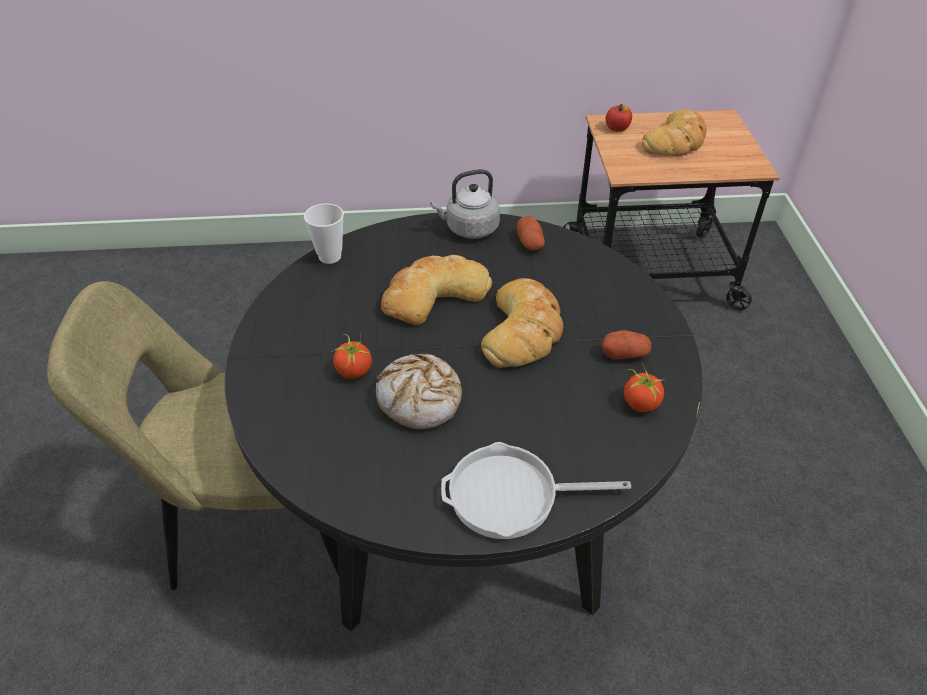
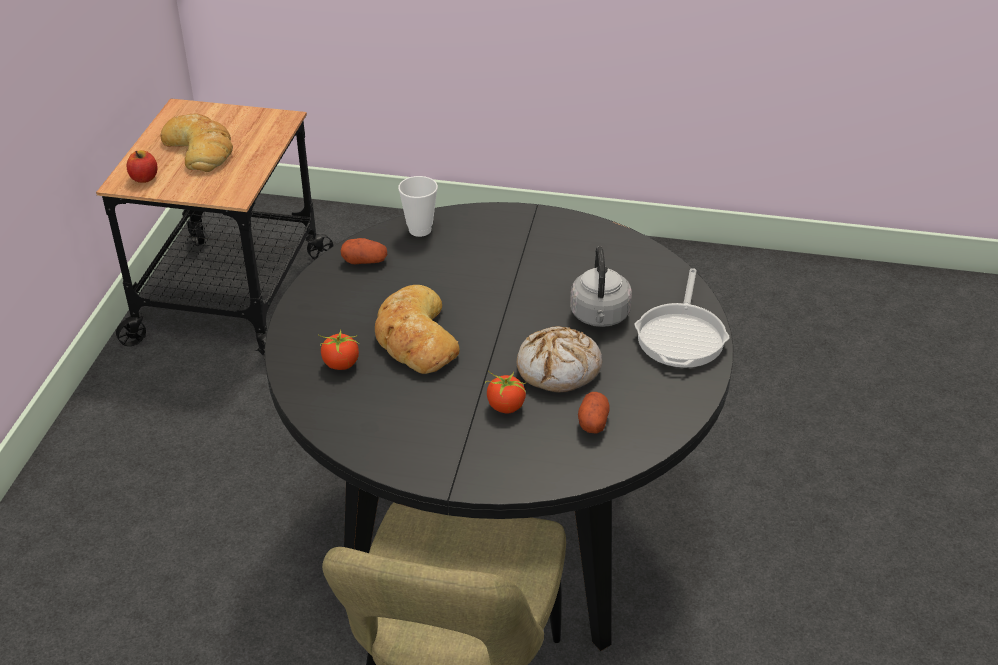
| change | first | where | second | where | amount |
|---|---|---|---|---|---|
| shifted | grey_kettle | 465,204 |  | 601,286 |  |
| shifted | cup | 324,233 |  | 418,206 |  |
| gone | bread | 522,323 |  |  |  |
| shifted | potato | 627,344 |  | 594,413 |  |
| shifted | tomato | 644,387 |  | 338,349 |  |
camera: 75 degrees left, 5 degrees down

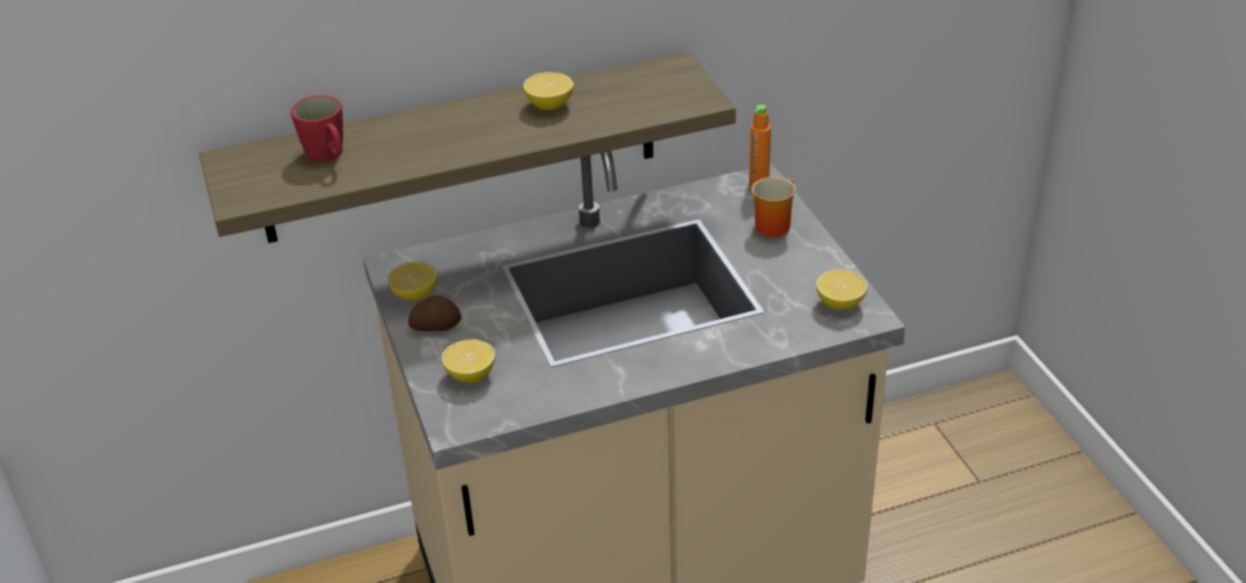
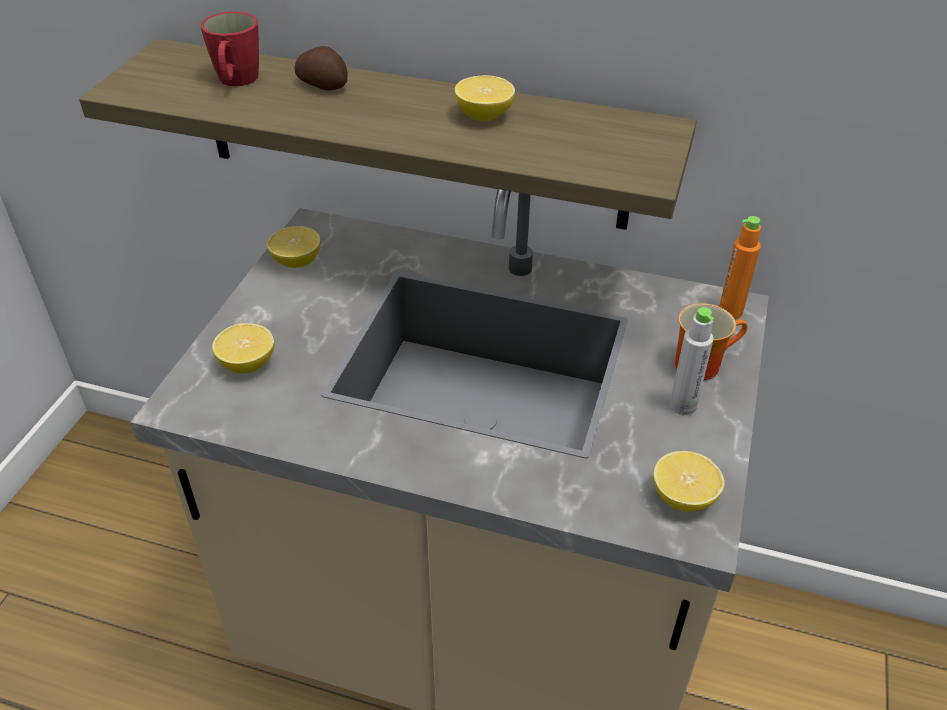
| change | first | where | second | where | amount |
|---|---|---|---|---|---|
| shifted | potato | 434,313 |  | 321,68 |  |
| new |  |  | grey_bottle | 692,361 |  |
camera: 35 degrees right, 5 degrees up

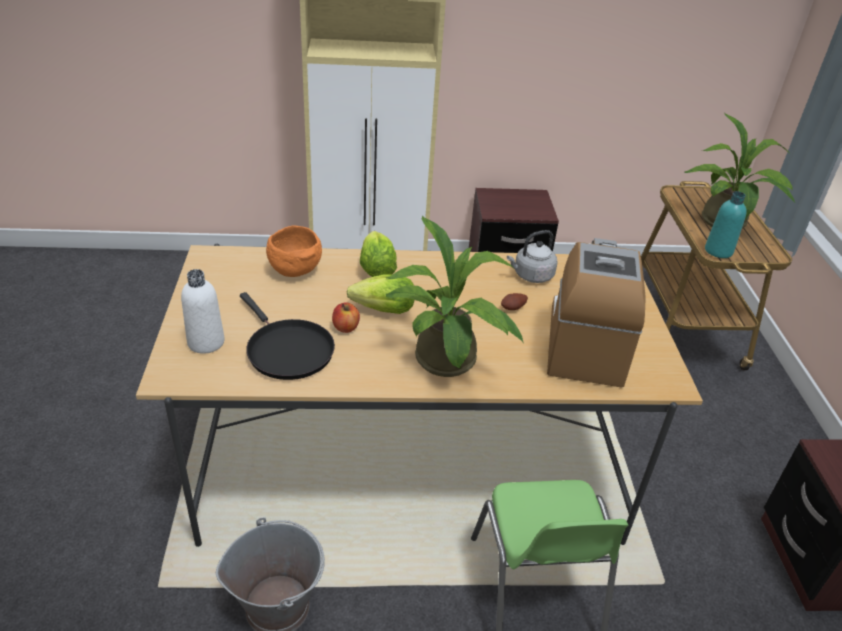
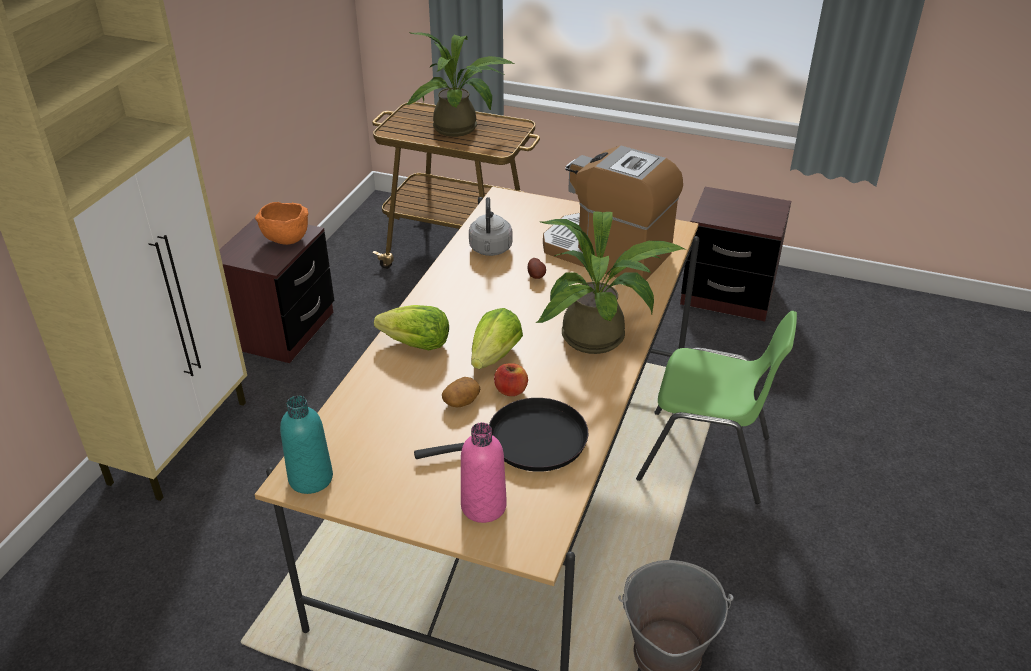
| change | first | where | second | where | amount |
|---|---|---|---|---|---|
| shifted | turquoise_bottle | 726,224 |  | 306,445 |  |
| shifted | orange_bowl | 294,251 |  | 281,223 |  |
| repainted | white_bottle | 203,311 | pink_bottle | 484,473 |  |
| new |  |  | potato | 461,392 |  |
camera: 65 degrees left, 0 degrees up

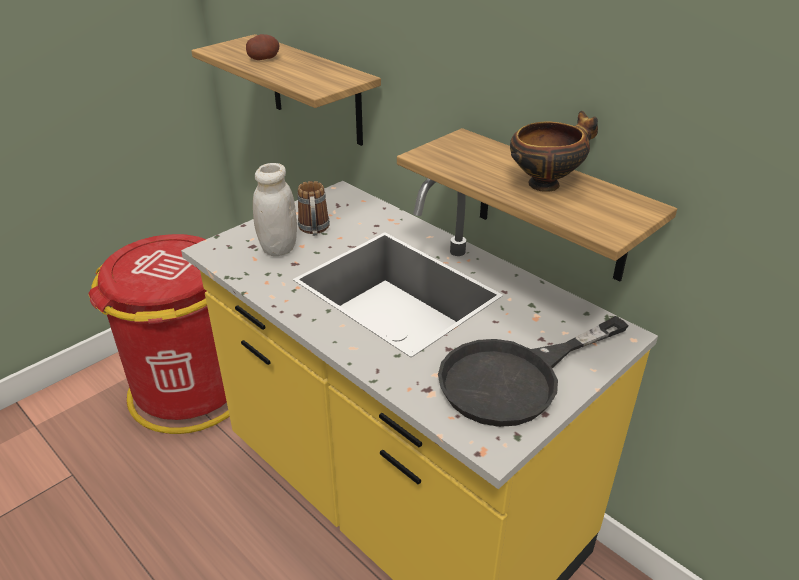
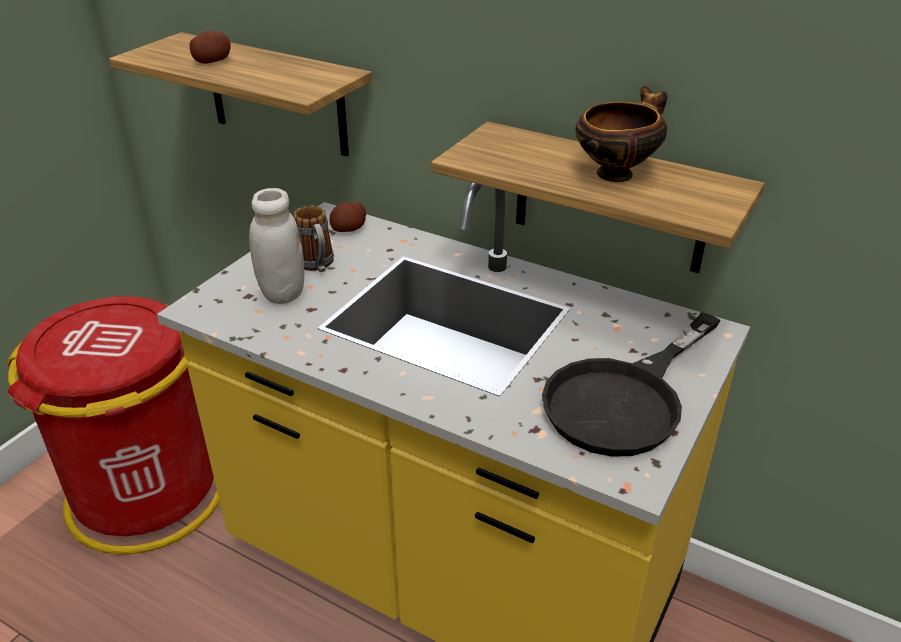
| change | first | where | second | where | amount |
|---|---|---|---|---|---|
| new |  |  | potato | 348,217 |  |
camera: 15 degrees left, 0 degrees up

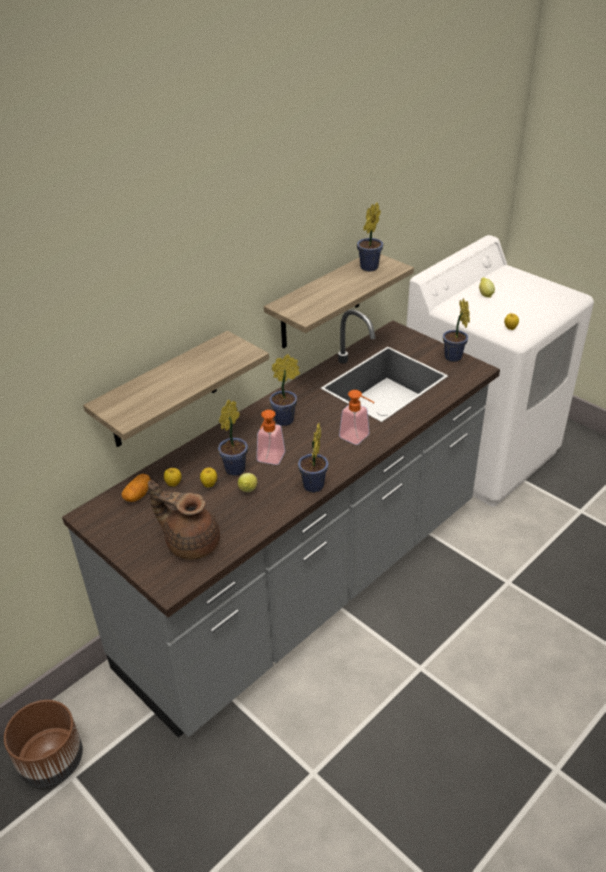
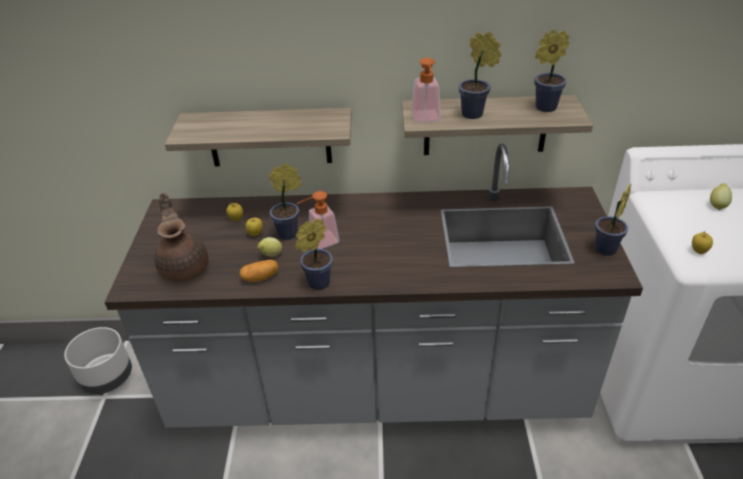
| change | first | where | second | where | amount |
|---|---|---|---|---|---|
| shifted | potted_plant | 285,390 |  | 480,75 |  |
| shifted | soap_dispenser | 357,417 |  | 426,90 |  |
| shifted | potato | 136,488 |  | 259,271 |  |
| repainted | brown_planter | 43,743 | grey_planter | 98,360 |  |
camera: 45 degrees right, 0 degrees up

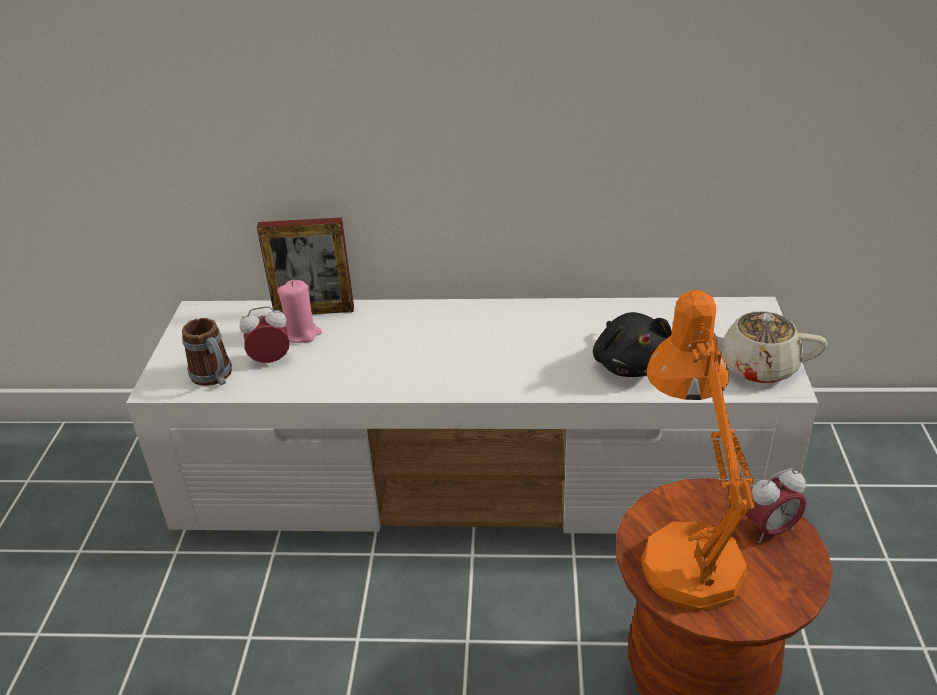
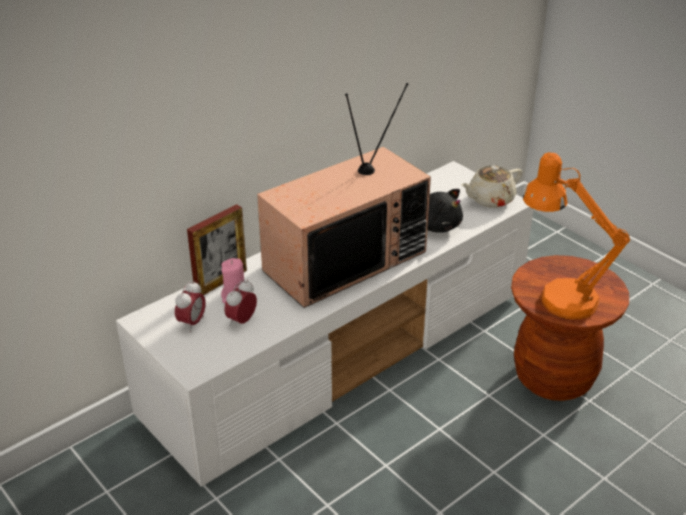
| change | first | where | second | where | amount |
|---|---|---|---|---|---|
| gone | mug | 207,352 |  |  |  |
| shifted | alarm_clock | 775,505 |  | 190,306 |  |
| new |  |  | television | 344,195 |  |
camera: 45 degrees left, 0 degrees up

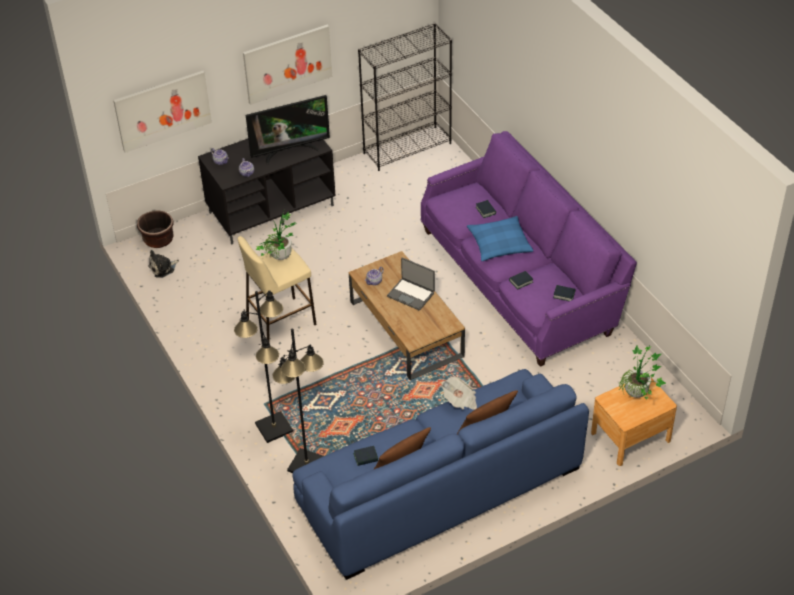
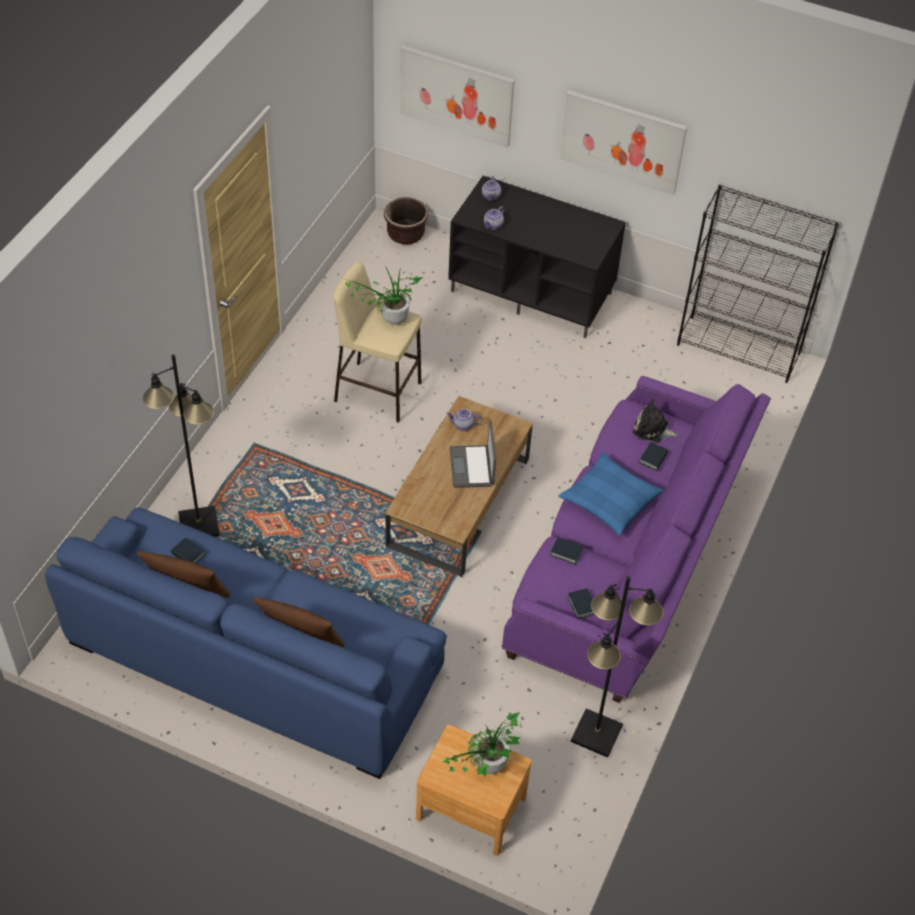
| change | first | where | second | where | amount |
|---|---|---|---|---|---|
| gone | television | 288,129 |  |  |  |
| shifted | plush_toy | 163,264 |  | 656,421 |  |
| shifted | black_floor_lamp | 263,366 |  | 617,666 |  |
| gone | newspaper | 459,393 |  |  |  |
camera: 50 degrees right, 5 degrees up

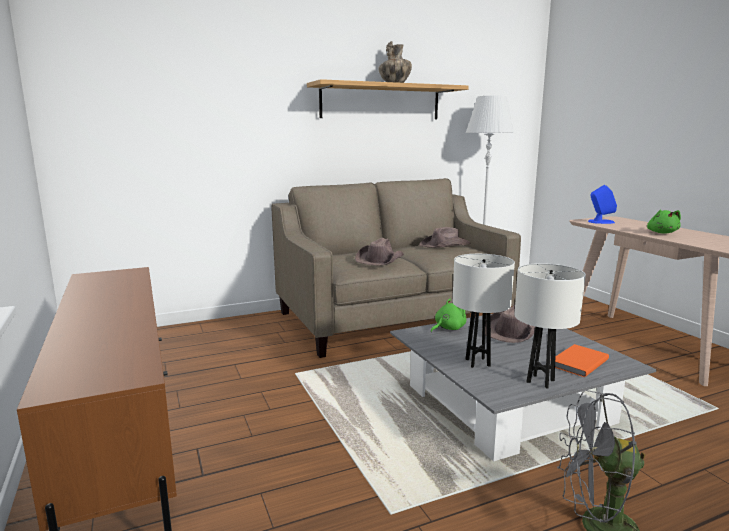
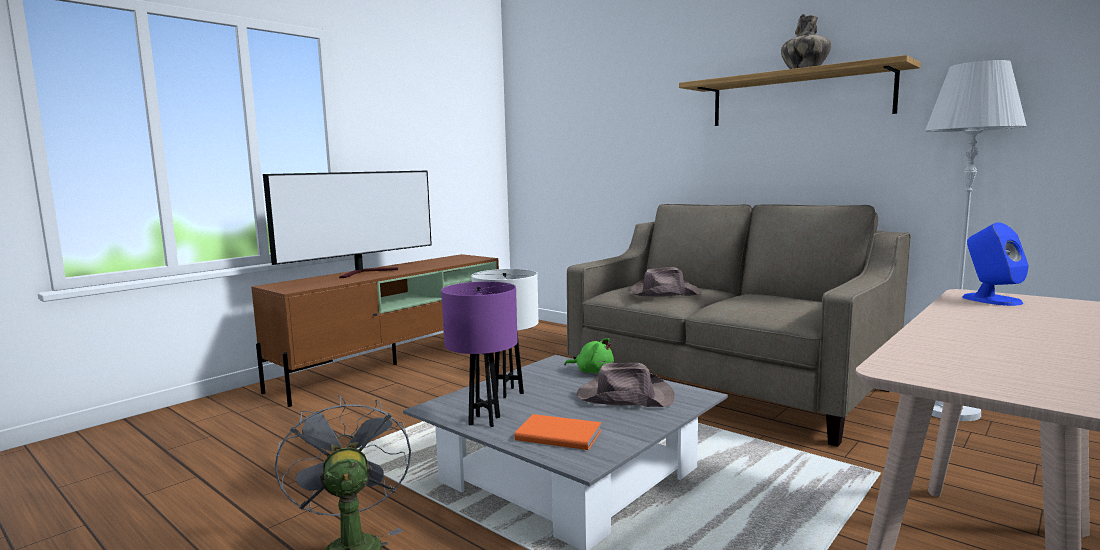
| change | first | where | second | where | amount |
|---|---|---|---|---|---|
| gone | green_plush_toy | 664,221 |  |  |  |
| gone | brown_hat | 445,237 |  |  |  |
| repainted | white_table_lamp | 550,325 | purple_table_lamp | 479,354 |  |
| new |  |  | television | 347,224 |  |
camera: 65 degrees right, 5 degrees down

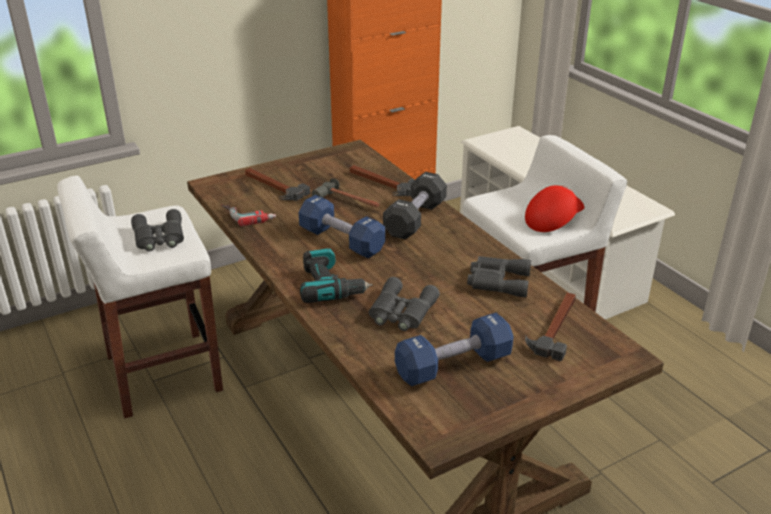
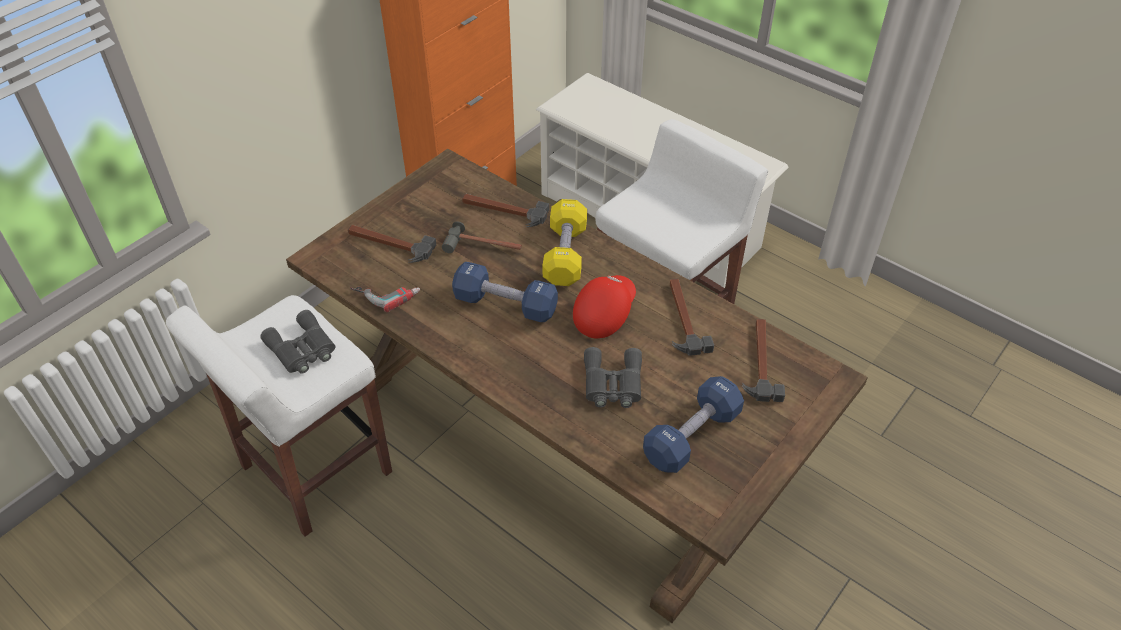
| change | first | where | second | where | amount |
|---|---|---|---|---|---|
| repainted | black_dumbbell | 415,205 | yellow_dumbbell | 564,242 |  |
| shifted | red_cap | 555,208 |  | 604,307 |  |
| gone | power_drill | 336,275 |  |  |  |
| swapped | grey_binoculars | 499,277 | hammer | 692,317 |  |
camera: 20 degrees left, 15 degrees up

